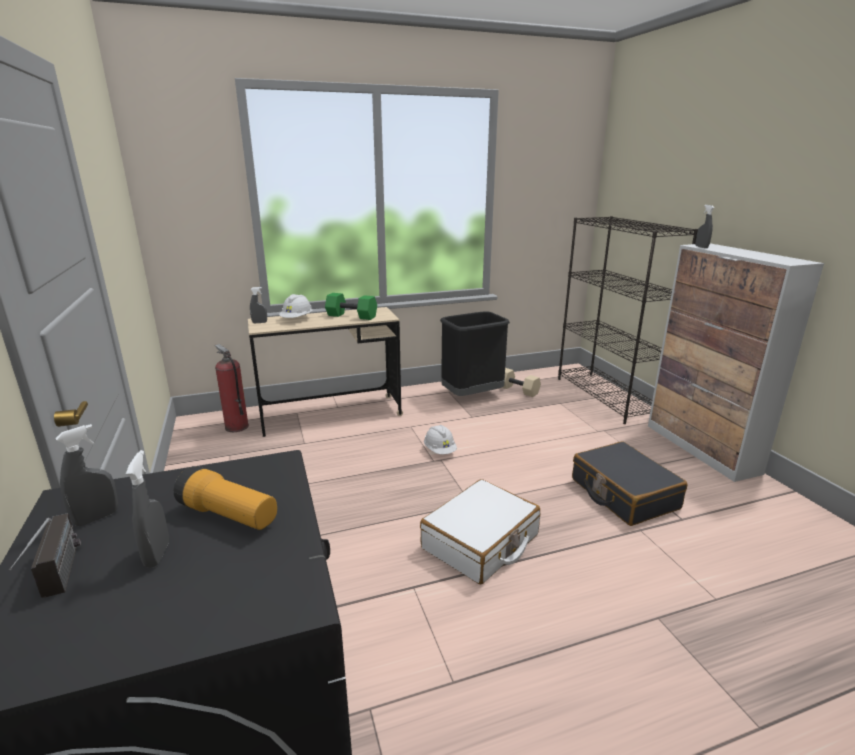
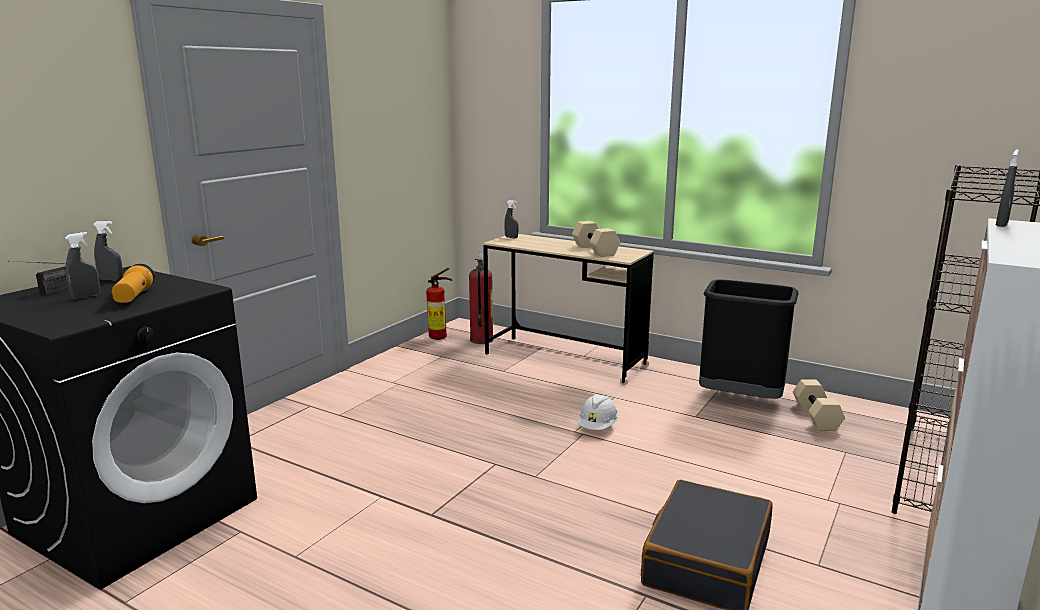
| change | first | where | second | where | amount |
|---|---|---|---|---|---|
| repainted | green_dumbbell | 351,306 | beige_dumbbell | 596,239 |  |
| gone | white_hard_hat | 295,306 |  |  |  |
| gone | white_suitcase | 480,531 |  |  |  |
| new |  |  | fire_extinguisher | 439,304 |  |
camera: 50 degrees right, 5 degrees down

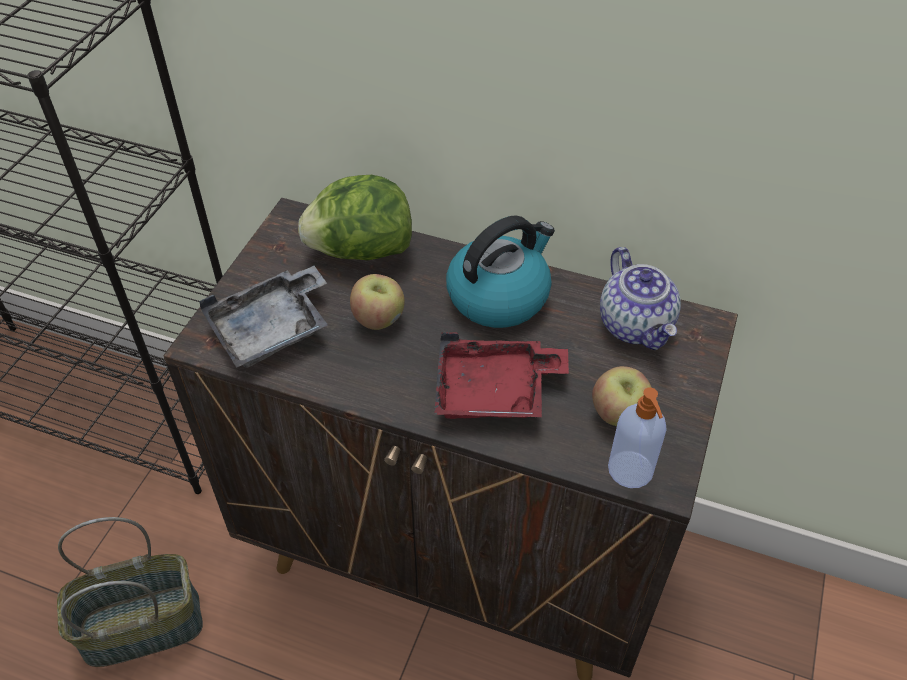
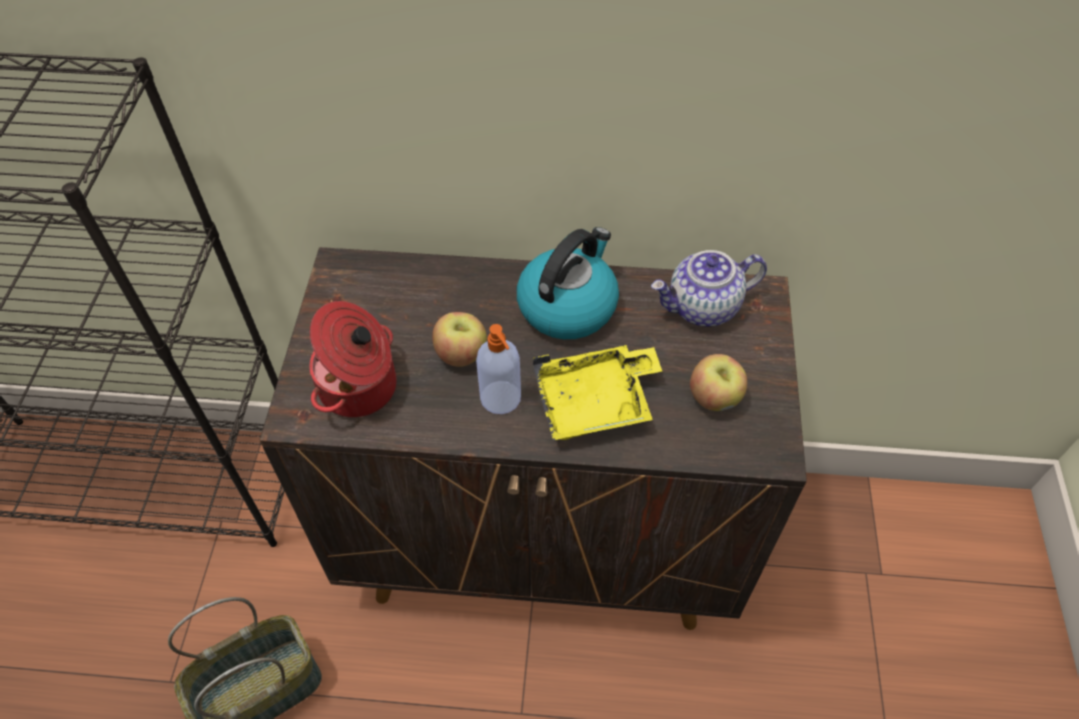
| change | first | where | second | where | amount |
|---|---|---|---|---|---|
| gone | lettuce | 355,217 |  |  |  |
| rotated | teapot | 640,298 |  | 709,288 | 105 degrees clockwise |
| swapped | grey_tray | 263,317 | cooking_pot | 353,359 |  |
| repainted | red_tray | 501,375 | yellow_tray | 597,392 |  |
| shifted | soap_dispenser | 637,437 |  | 498,369 |  |
camera: 15 degrees left, 5 degrees up

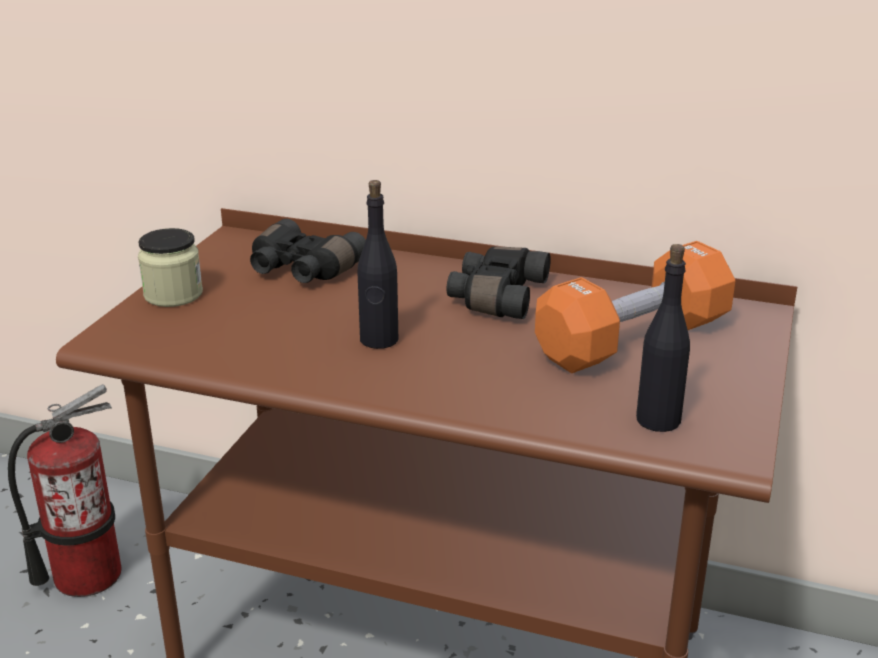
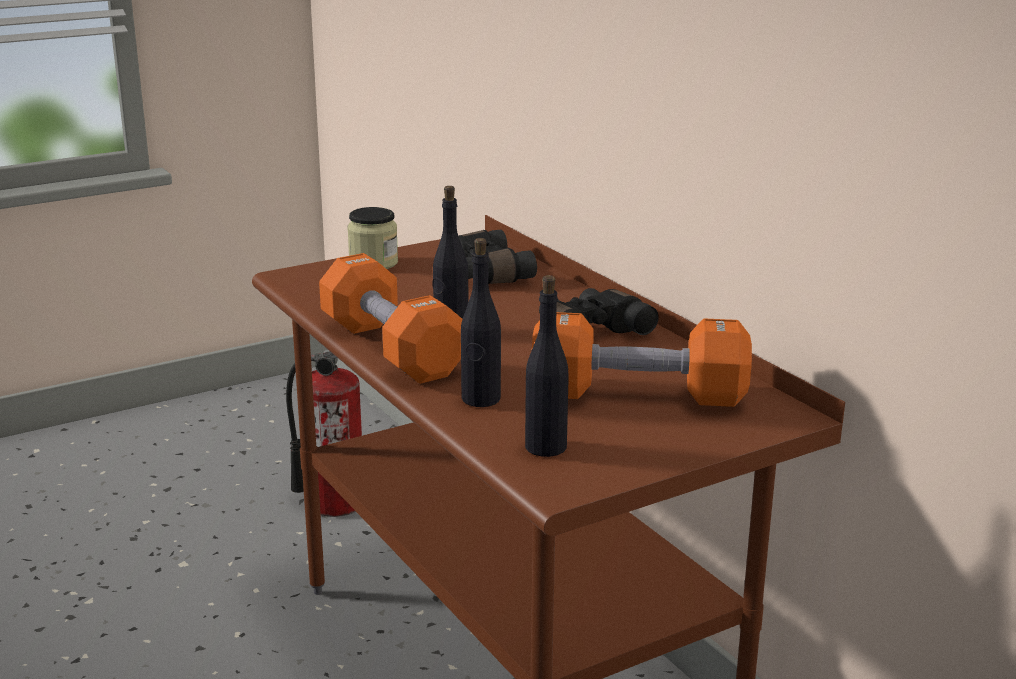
| change | first | where | second | where | amount |
|---|---|---|---|---|---|
| new |  |  | black_bottle | 481,322 |  |
| new |  |  | orange_dumbbell | 390,318 |  |
camera: 40 degrees right, 5 degrees down

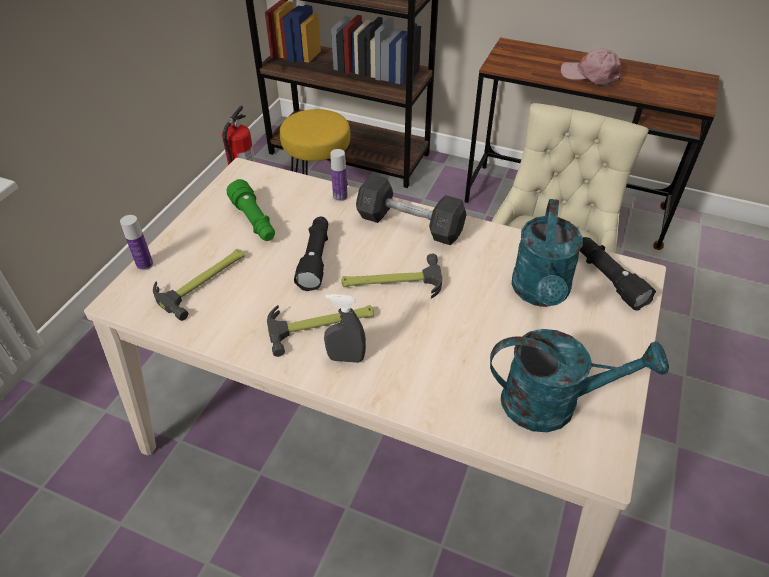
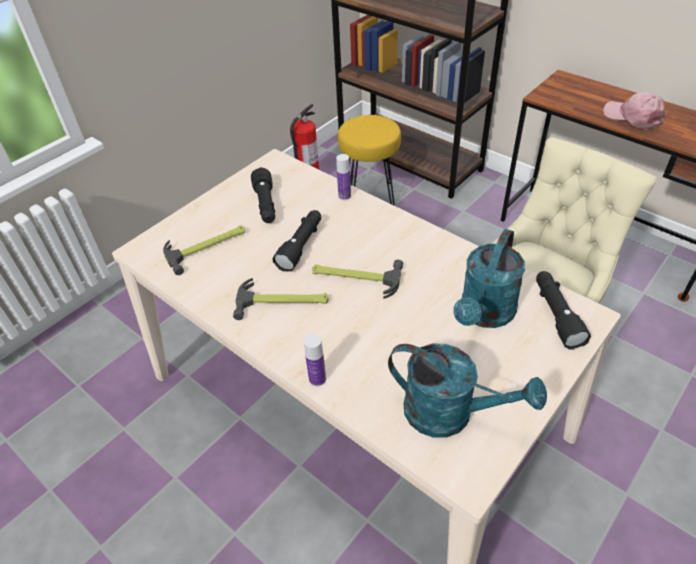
| change | first | where | second | where | amount |
|---|---|---|---|---|---|
| gone | grey_dumbbell | 411,209 |  |  |  |
| repainted | green_flashlight | 251,210 | black_flashlight | 263,195 |  |
| shifted | bottle | 136,243 |  | 315,360 |  |
| gone | grey_spray_bottle | 345,328 |  |  |  |
camera: 20 degrees right, 0 degrees up

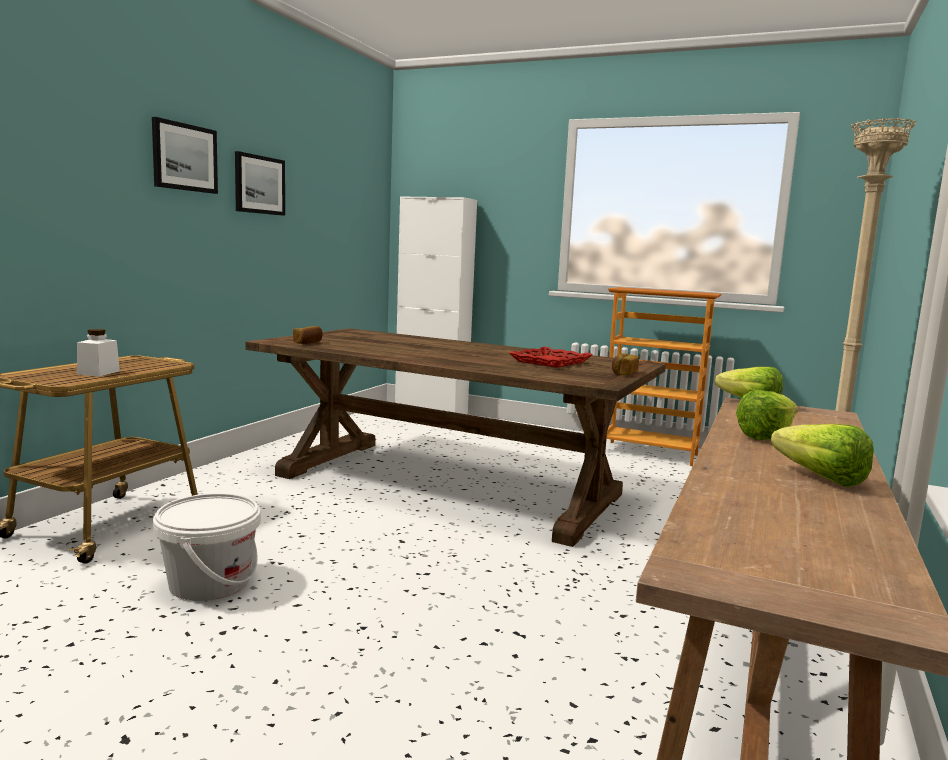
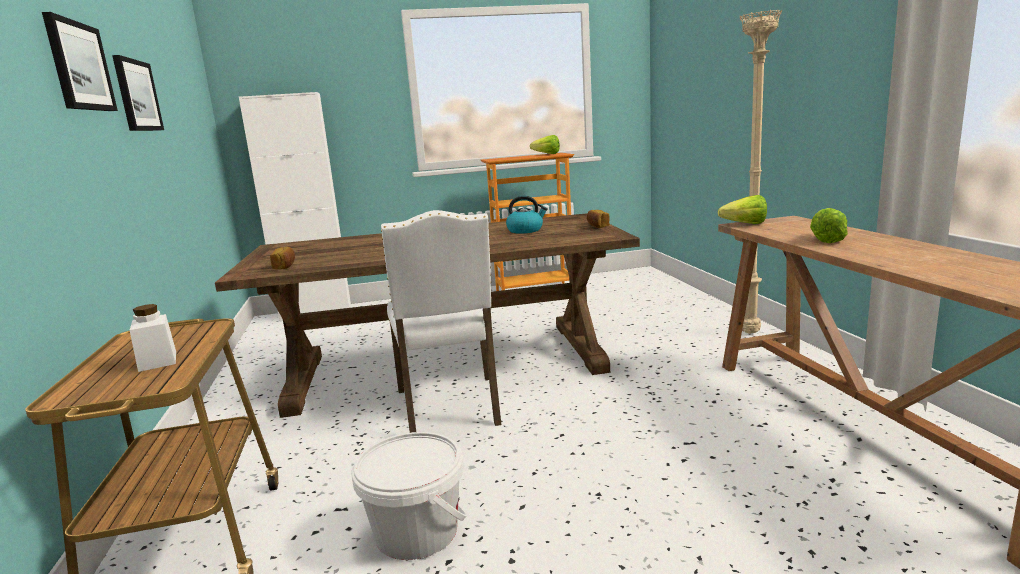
| change | first | where | second | where | amount |
|---|---|---|---|---|---|
| swapped | red_tray | 551,357 | kettle | 527,215 |  |
| shifted | lettuce | 822,455 |  | 545,144 |  |
| new |  |  | white_chair | 441,321 |  |
camera: 35 degrees left, 5 degrees up

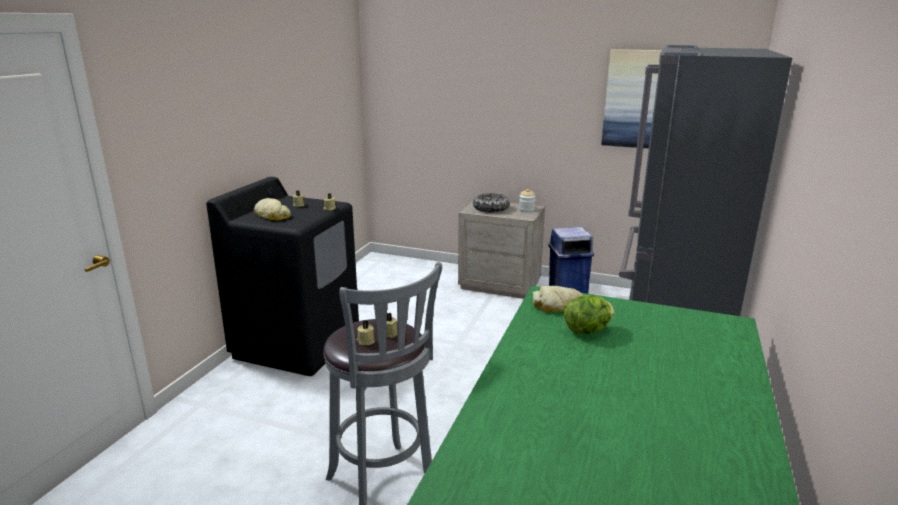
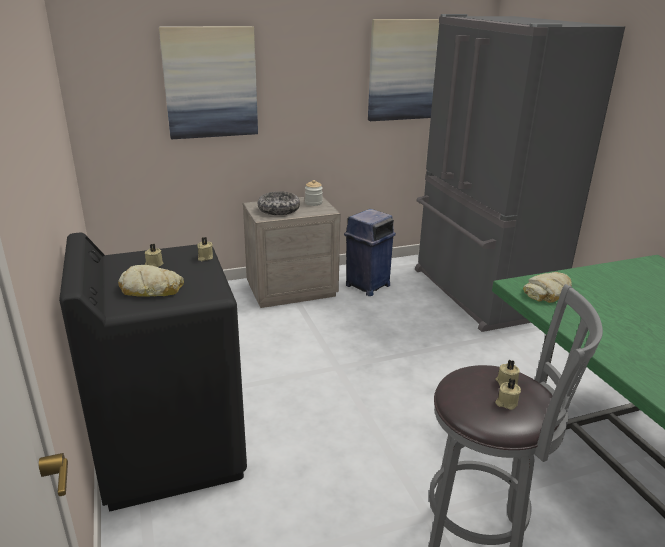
| change | first | where | second | where | amount |
|---|---|---|---|---|---|
| gone | lettuce | 589,315 |  |  |  |
| new |  |  | picture | 208,82 |  |
camera: 40 degrees left, 5 degrees up

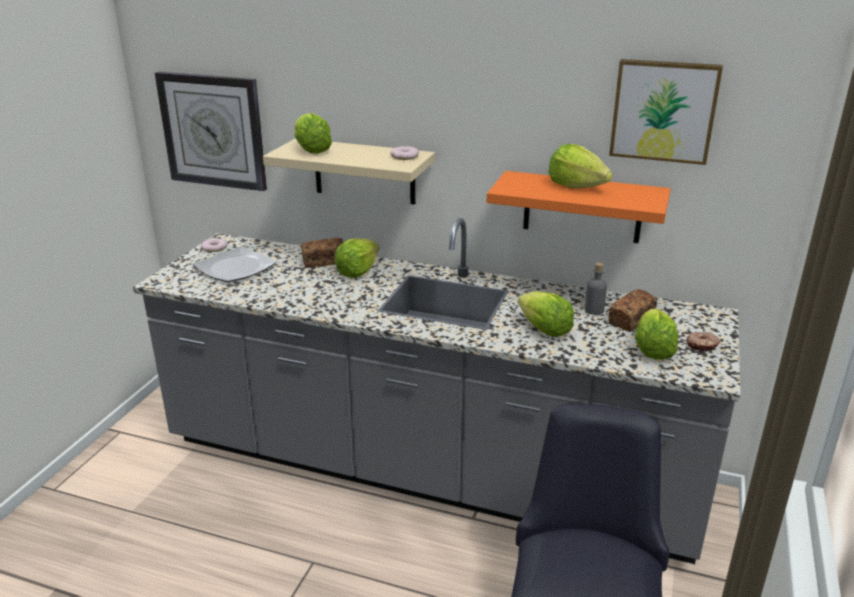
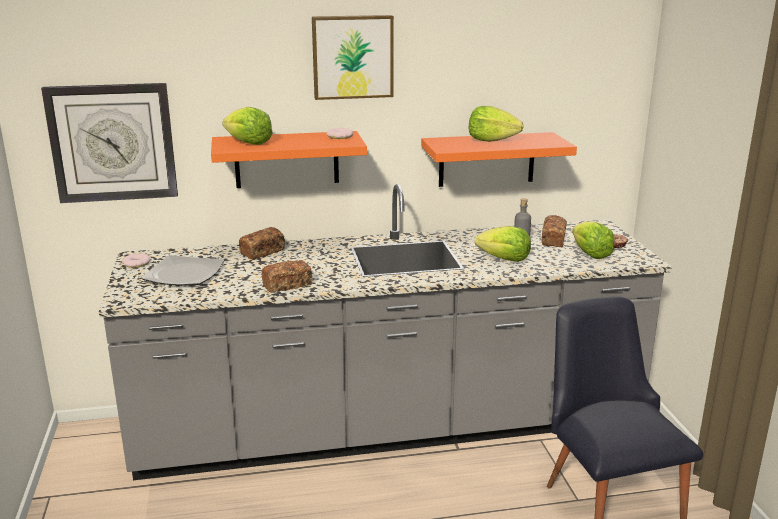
| change | first | where | second | where | amount |
|---|---|---|---|---|---|
| shifted | picture | 666,112 |  | 353,57 |  |
| repainted | beige_shelf | 349,171 | orange_shelf | 289,159 |  |
| gone | lettuce | 357,258 |  |  |  |
| new |  |  | bread | 286,276 |  |
camera: 30 degrees left, 5 degrees down

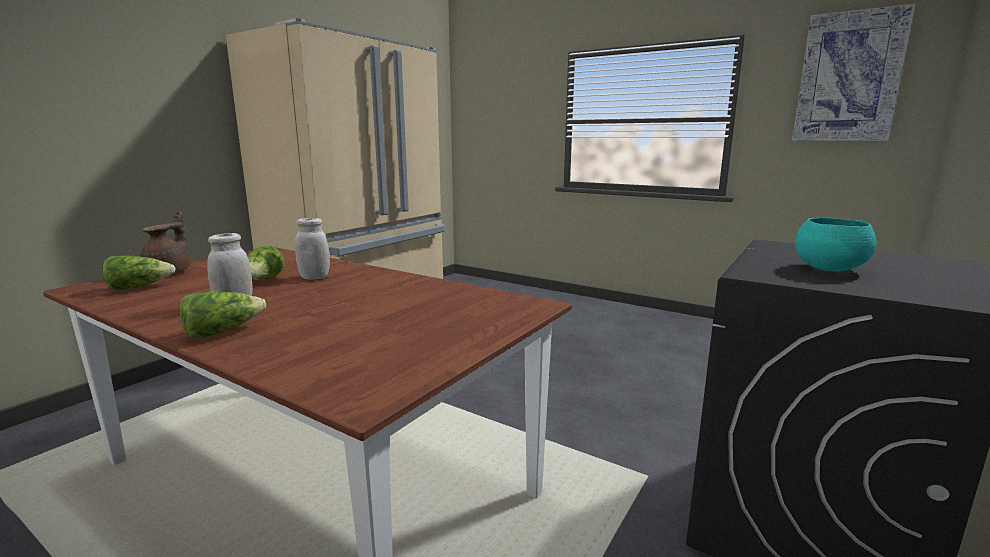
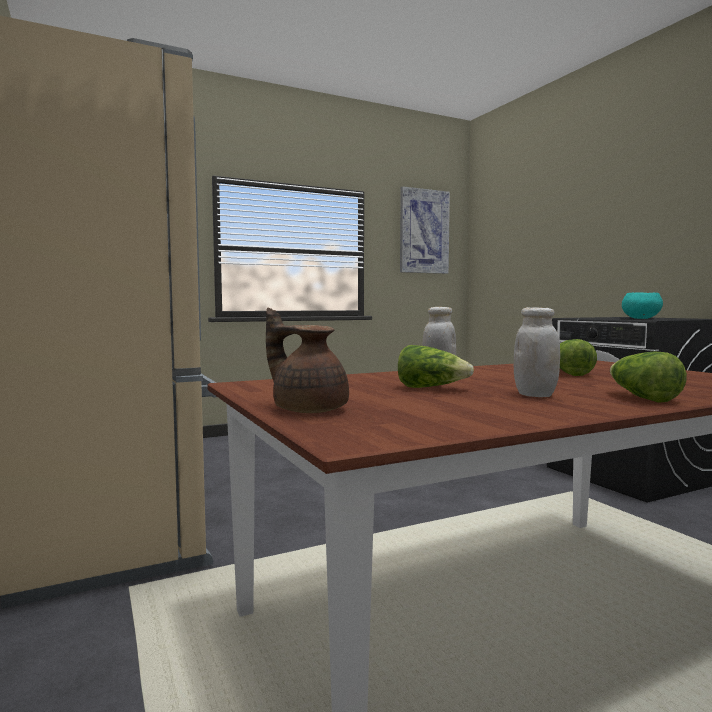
| change | first | where | second | where | amount |
|---|---|---|---|---|---|
| shifted | lettuce | 139,273 |  | 578,357 |  |
camera: 60 degrees left, 10 degrees down

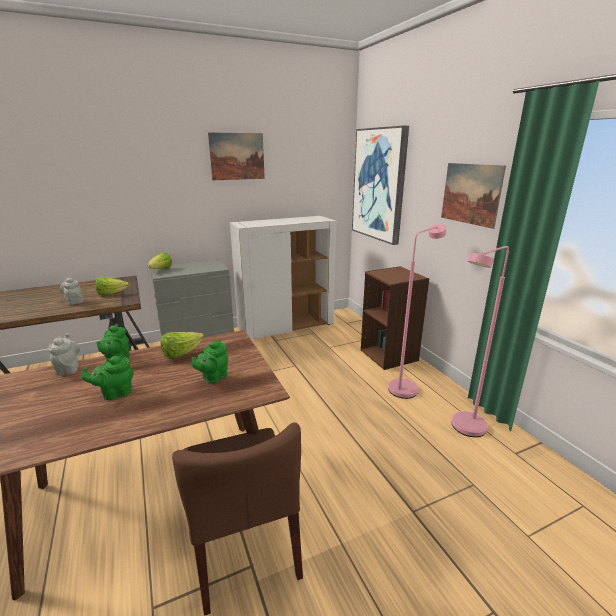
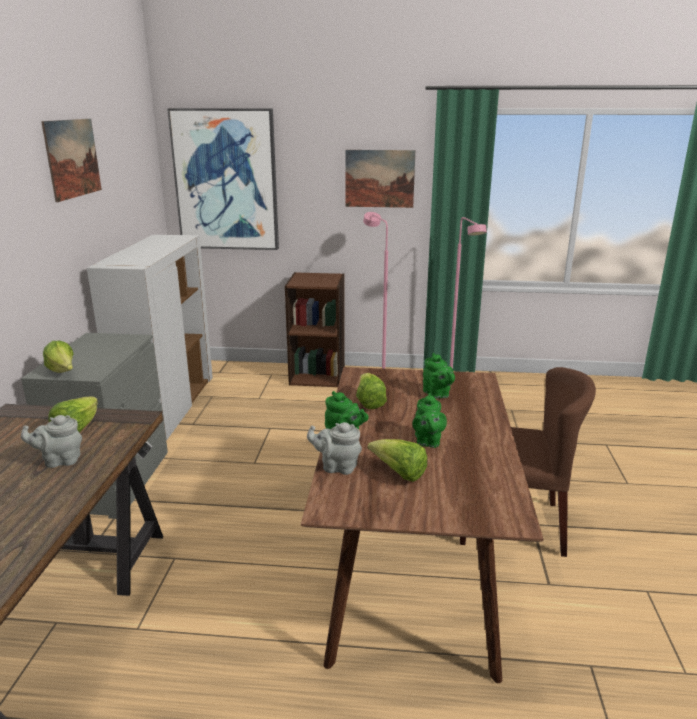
| change | first | where | second | where | amount |
|---|---|---|---|---|---|
| new |  |  | lettuce | 397,460 |  |
camera: 60 degrees left, 0 degrees up

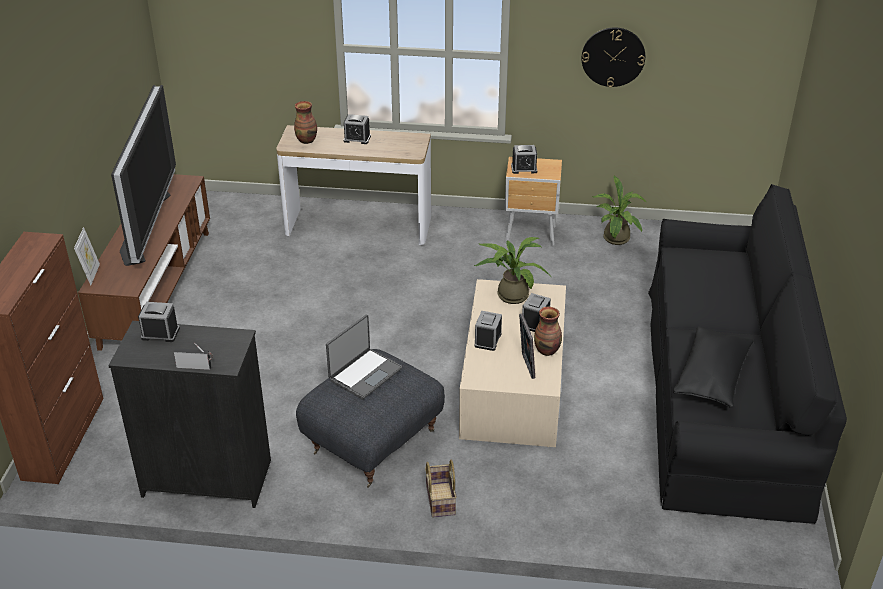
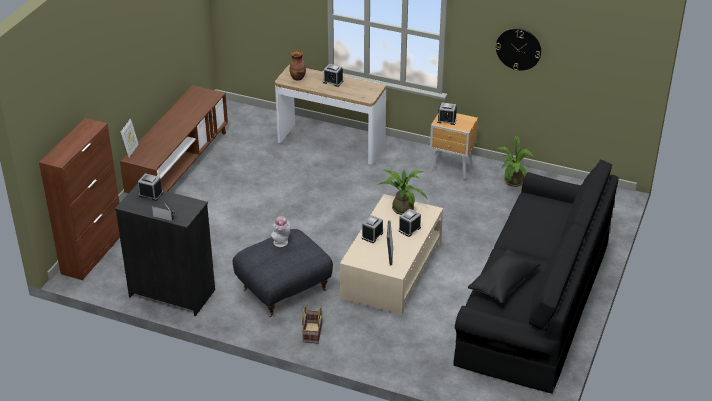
| change | first | where | second | where | amount |
|---|---|---|---|---|---|
| gone | television | 143,175 |  |  |  |
| gone | vase | 548,331 |  |  |  |
| swapped | laptop | 364,357 | hat | 280,231 |  |
camera: 15 degrees right, 0 degrees up

